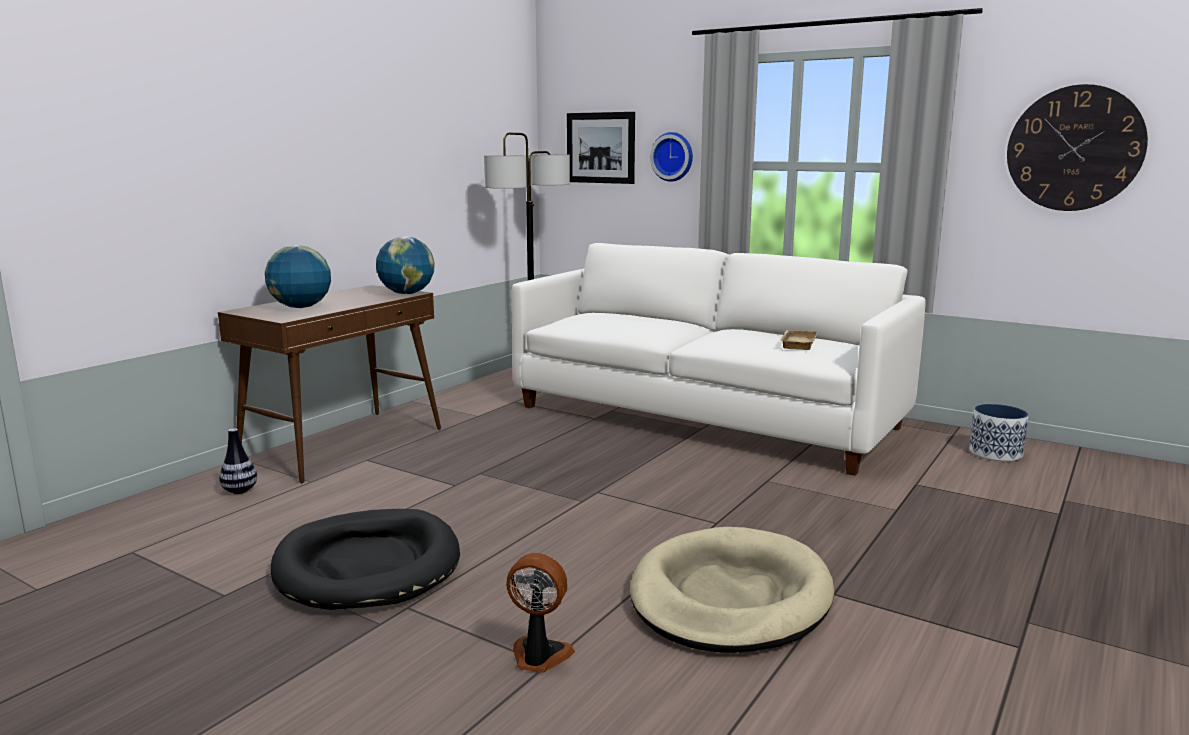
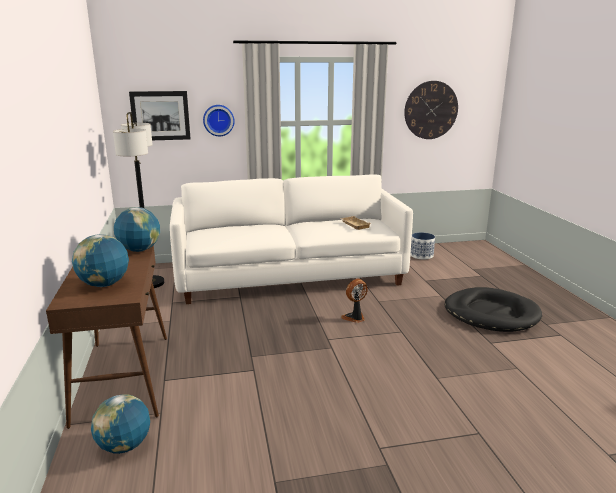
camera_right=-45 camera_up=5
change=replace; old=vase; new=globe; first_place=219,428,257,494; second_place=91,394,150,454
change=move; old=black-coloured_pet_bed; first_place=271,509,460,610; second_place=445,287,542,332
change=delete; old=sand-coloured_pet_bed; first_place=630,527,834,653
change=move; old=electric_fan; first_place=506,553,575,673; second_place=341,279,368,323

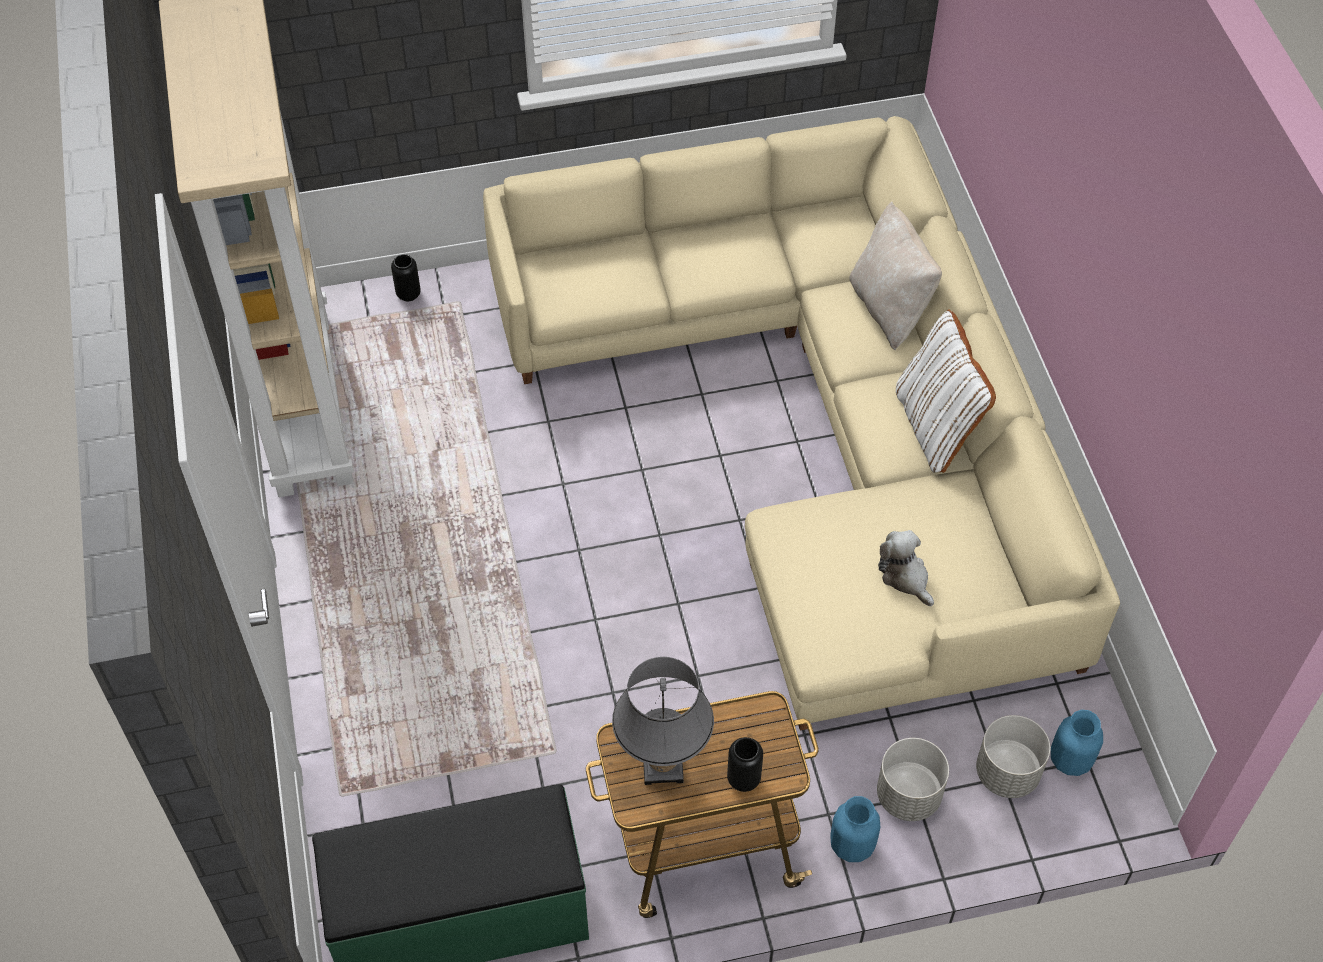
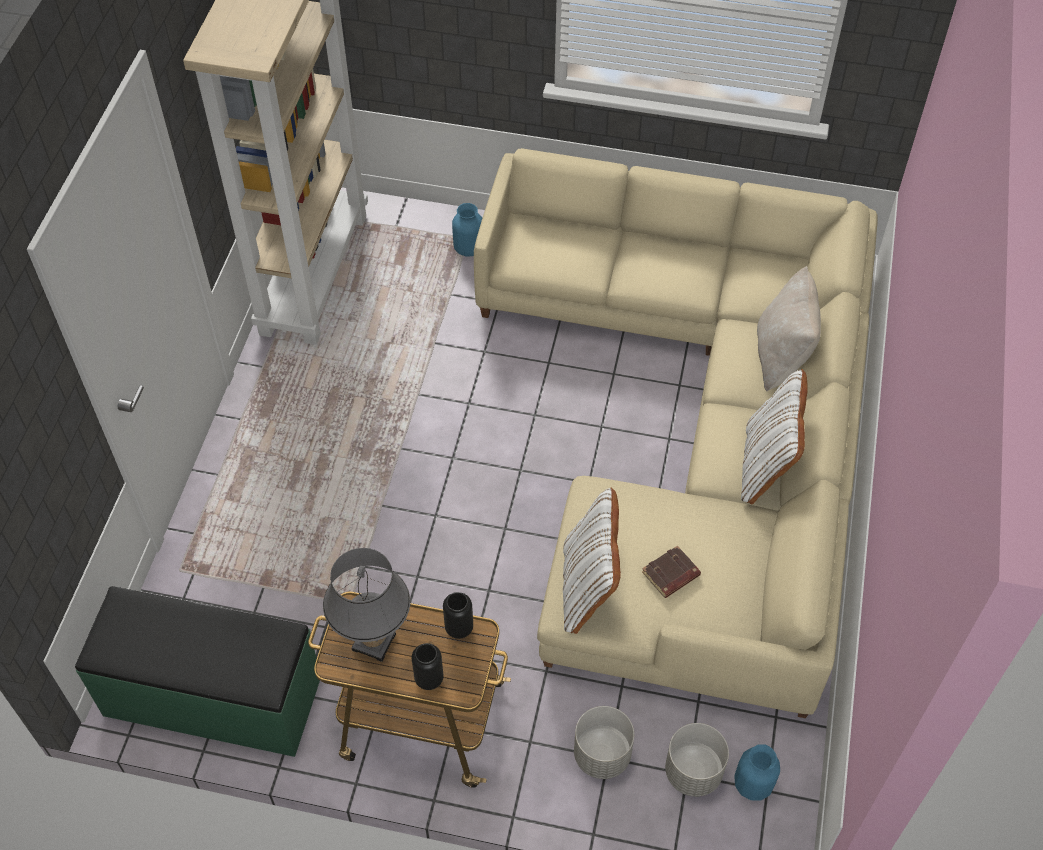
camera_right=25 camera_up=0
change=move; old=black-coloured_vase; first_place=391,254,421,302; second_place=443,592,473,639
change=replace; old=cuddly_toy; new=brown_bound_book; first_place=878,530,934,606; second_place=642,545,701,598
change=move; old=blue-coloured_vase; first_place=830,796,880,862; second_place=452,203,482,257
change=insert; new=whitish_pillow; second_place=563,487,621,634

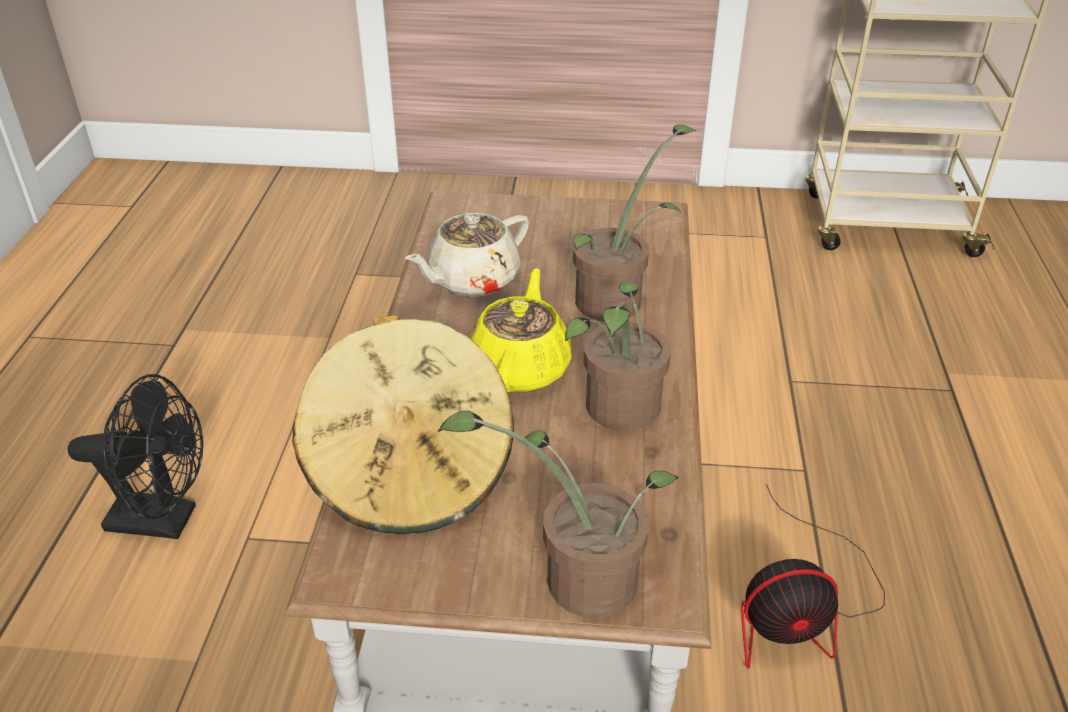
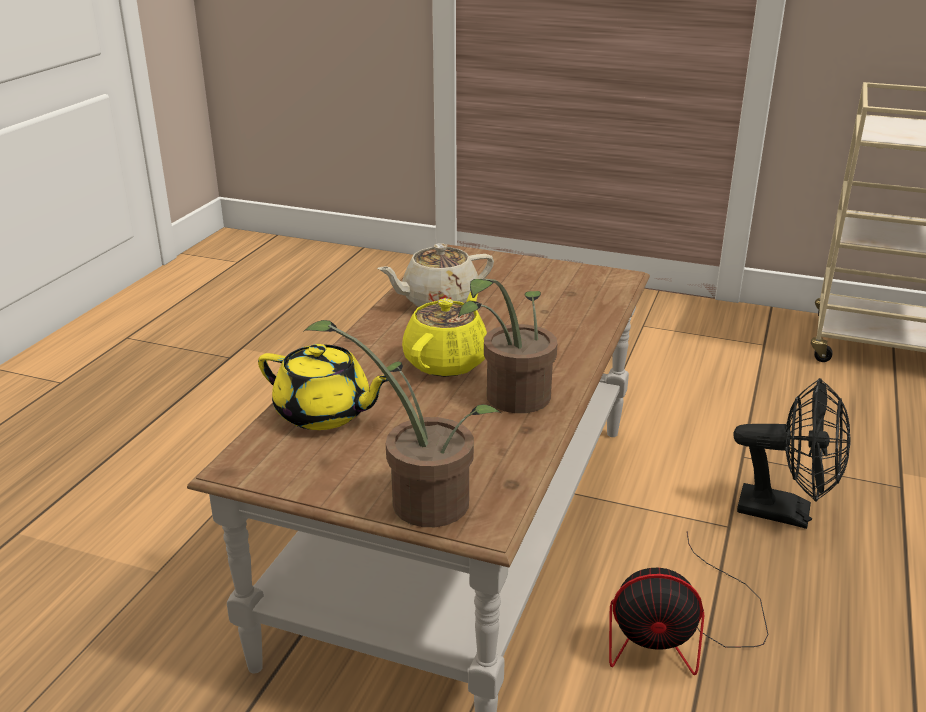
camera_right=15 camera_up=-10
change=delete; old=houseplant; first_place=573,124,696,321
change=replace; old=sand-coloured_hat; new=yellowish_pot_for_tea; first_place=292,315,514,534; second_place=258,344,388,430
change=move; old=black-coloured_electric_fan; first_place=68,374,203,539; second_place=733,378,851,529

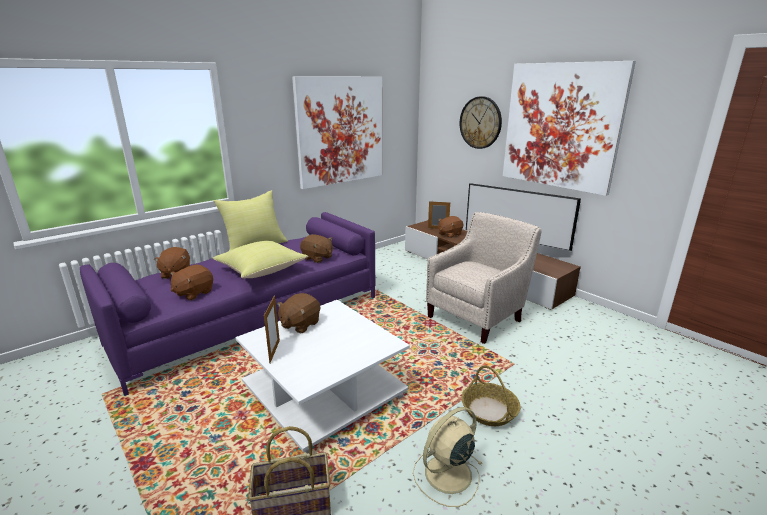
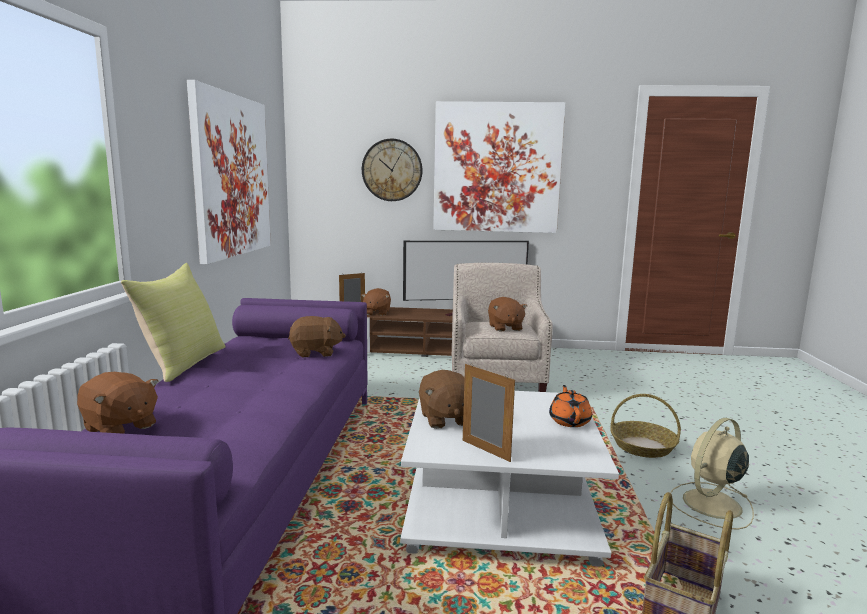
camera_right=-45 camera_up=-10
change=delete; old=yellowish_pillow; first_place=212,241,308,278
change=move; old=brown_cuddly_toy; first_place=170,265,213,301; second_place=488,297,527,331
change=rotate; old=sand-coloured_electric_fan; first_place=413,407,482,507; second_place=670,418,754,530; degrees=45
change=insert; new=orangey_pot_for_tea; second_place=549,385,592,427

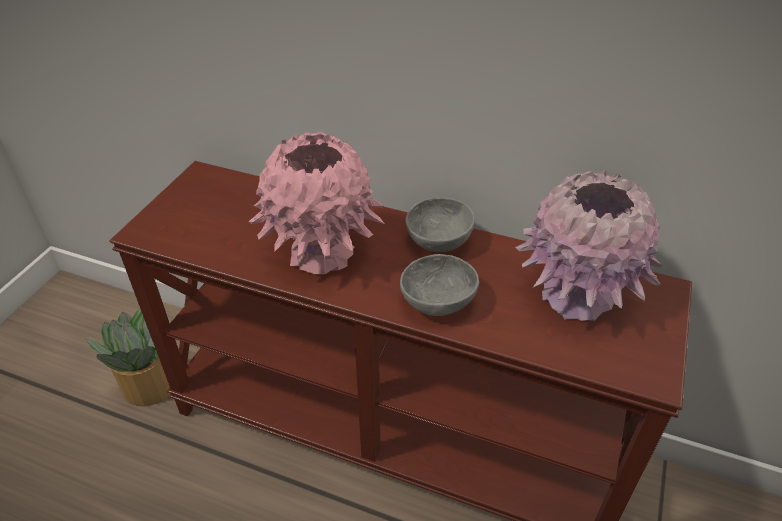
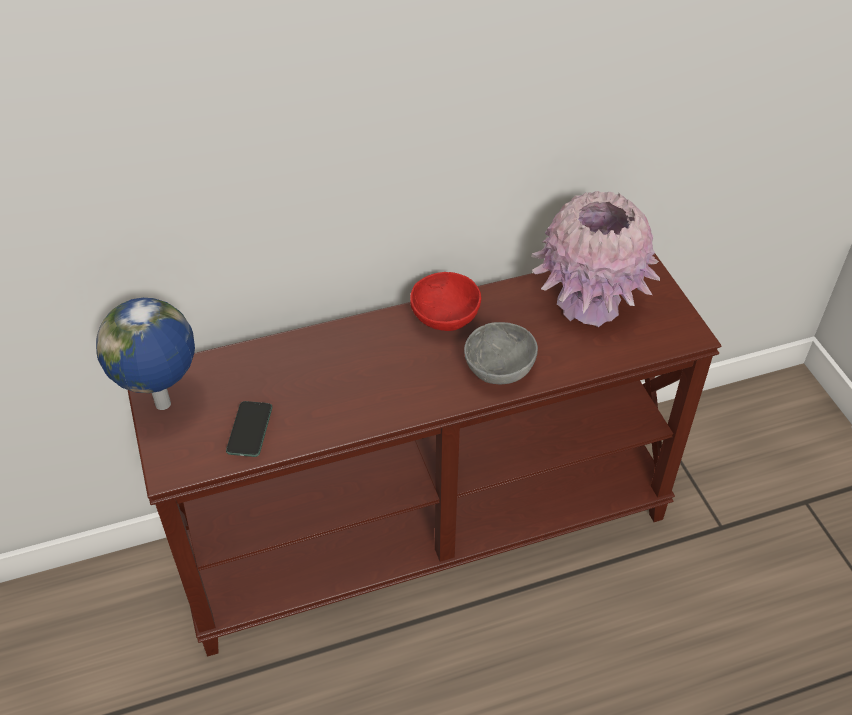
camera_right=-40 camera_up=5
change=delete; old=pink_vase; first_place=249,131,384,275
change=recolor; old=gray_deep_dish; new=reddish_deep_dish; first_place=405,198,475,252; second_place=410,272,481,331
change=delete; old=houseplant; first_place=85,309,171,406
change=insert; new=globe; second_place=96,298,195,410
change=insert; new=phone; second_place=226,401,272,457

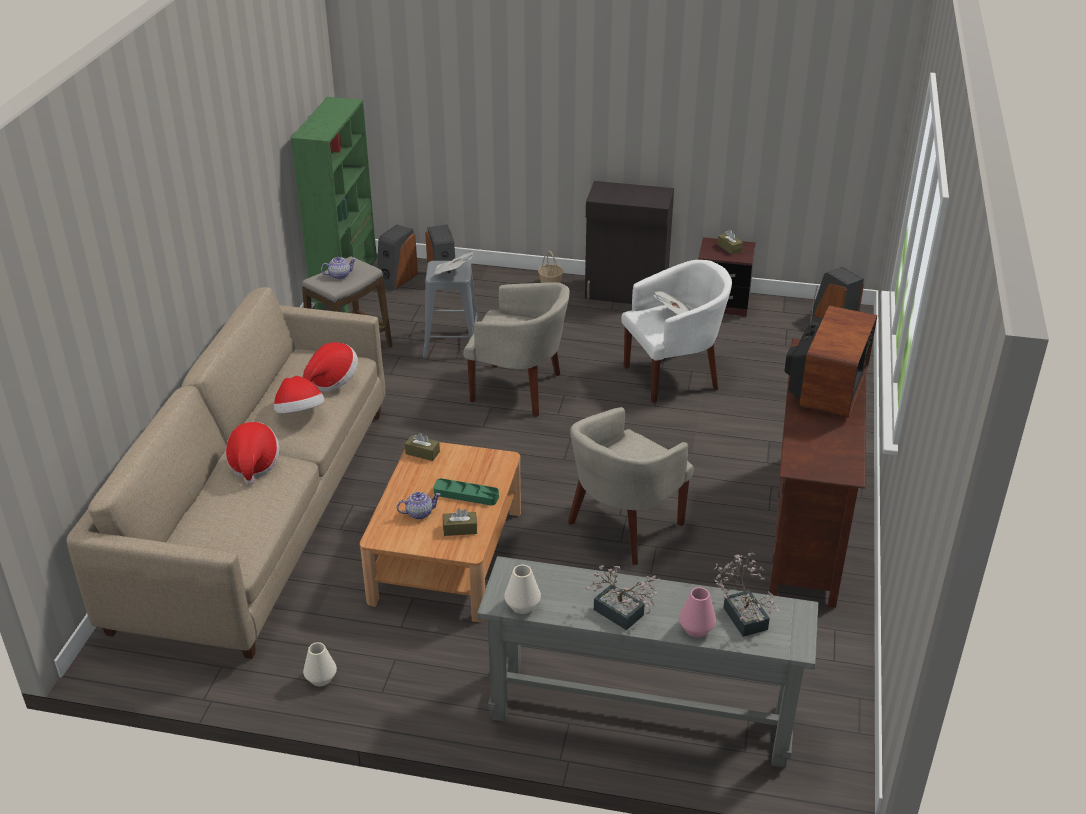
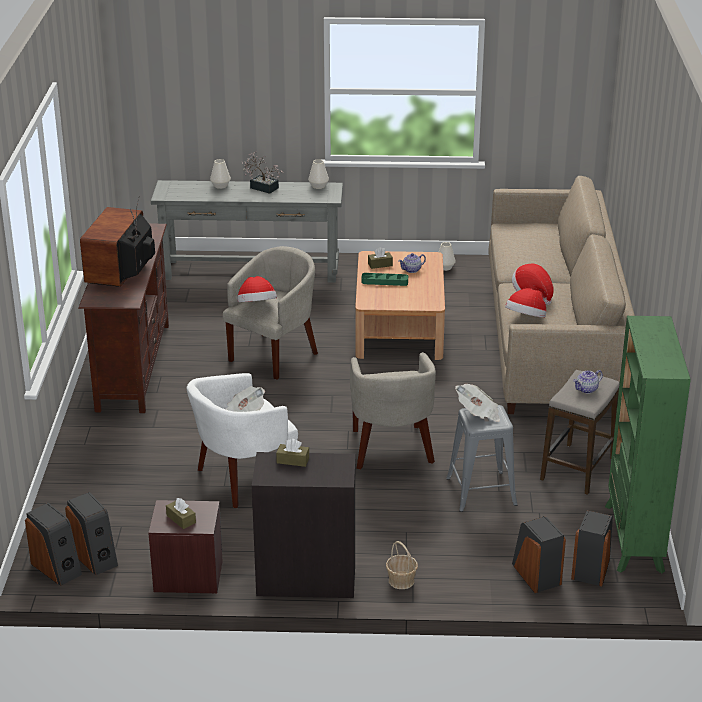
camera_right=170 camera_up=-5
change=rotate; old=sand-coloured_lounge_chair; first_place=463,283,570,417; second_place=350,352,436,470; degrees=-105
change=move; old=hat; first_place=226,422,280,485; second_place=237,276,277,302
change=move; old=brown_tissue_holder; first_place=405,433,440,461; second_place=276,439,309,467
change=delete; old=houseplant; first_place=714,553,780,637
change=recolor; old=pink_vase; new=whitish_vase; first_place=679,587,716,637; second_place=210,159,231,189
change=insert; new=loudspeaker; second_place=65,492,118,575

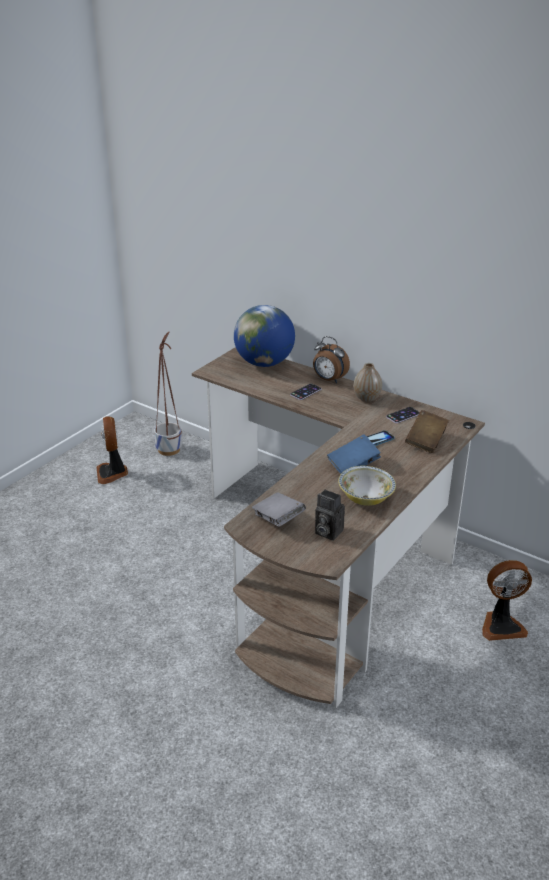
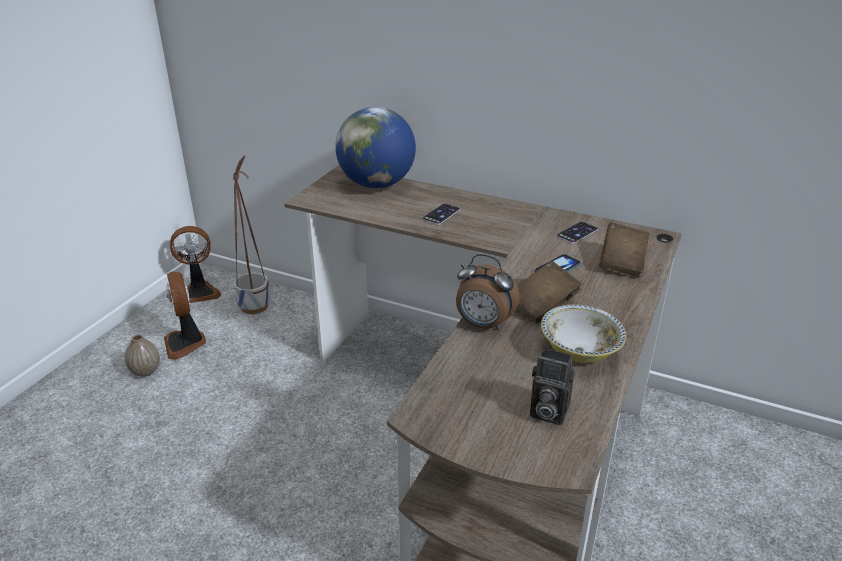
camera_right=-10 camera_up=0
change=move; old=bedside_clock; first_place=313,336,350,383; second_place=456,254,520,331
change=move; old=vase; first_place=353,363,382,402; second_place=125,334,160,377
change=recolor; old=blue-coloured_bound_book; new=brown_bound_book; first_place=327,434,381,474; second_place=517,261,582,324
change=delete; old=gray_bound_book; first_place=252,492,306,527
change=move; old=electric_fan; first_place=482,560,532,641; second_place=170,226,221,303

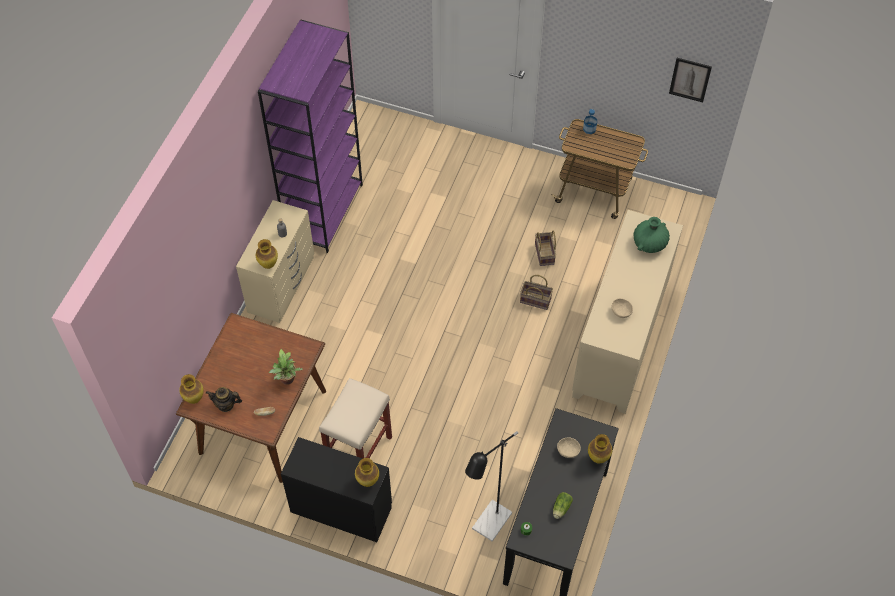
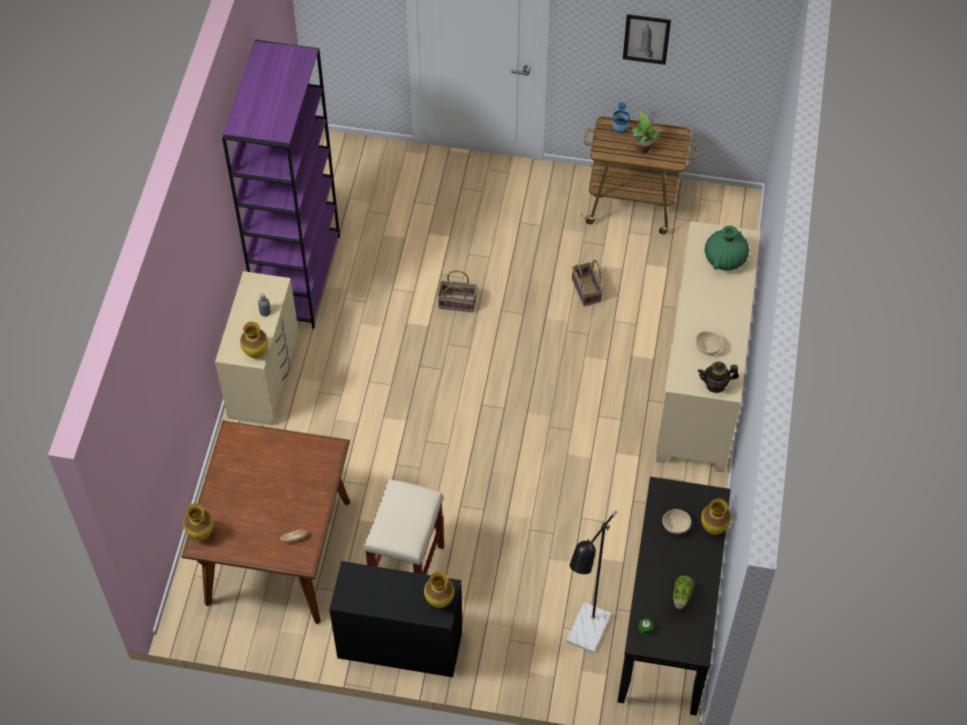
camera_right=-10 camera_up=0
change=move; old=picture; first_place=669,58,712,102; second_place=623,14,671,65
change=move; old=storage_basket; first_place=520,275,553,310; second_place=438,270,477,312
change=move; old=houseplant; first_place=269,349,303,385; second_place=631,111,665,154
change=move; old=pot_for_tea; first_place=206,387,242,412; second_place=698,361,739,393

